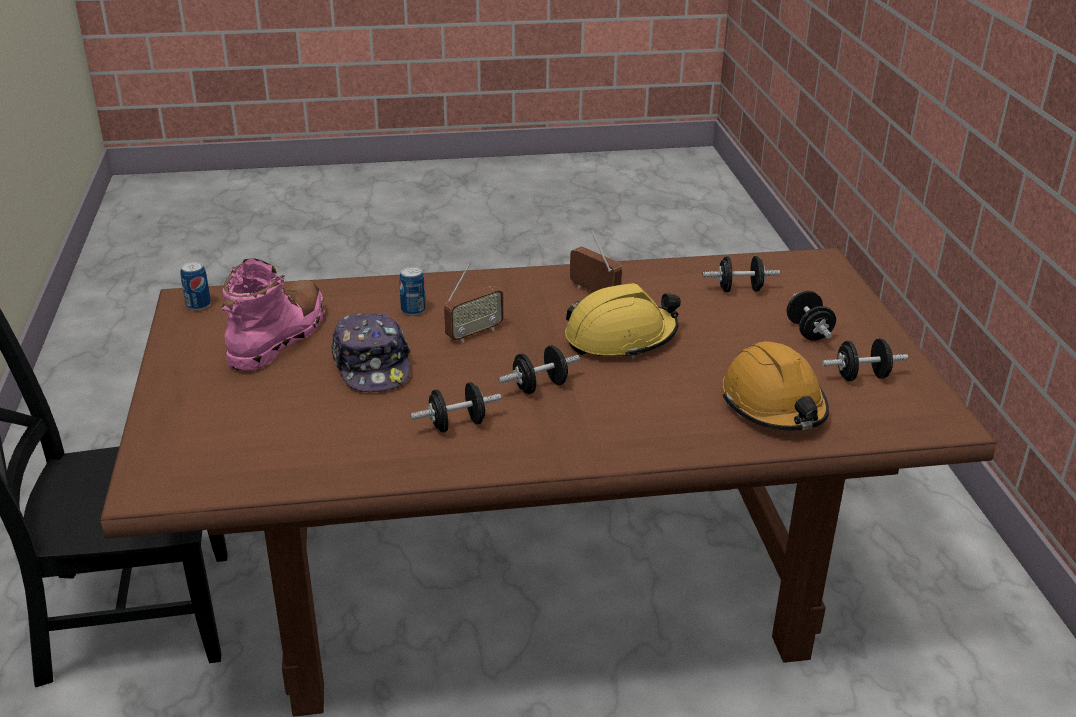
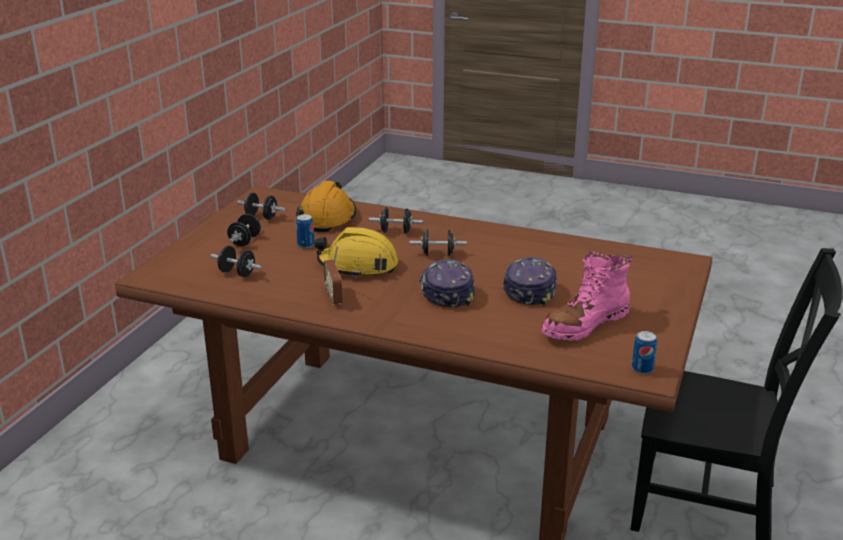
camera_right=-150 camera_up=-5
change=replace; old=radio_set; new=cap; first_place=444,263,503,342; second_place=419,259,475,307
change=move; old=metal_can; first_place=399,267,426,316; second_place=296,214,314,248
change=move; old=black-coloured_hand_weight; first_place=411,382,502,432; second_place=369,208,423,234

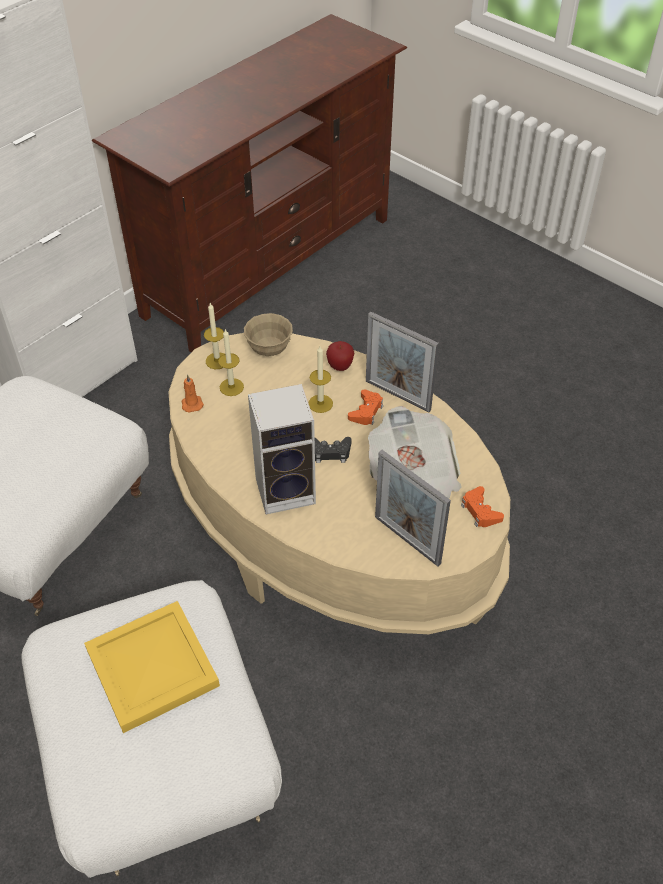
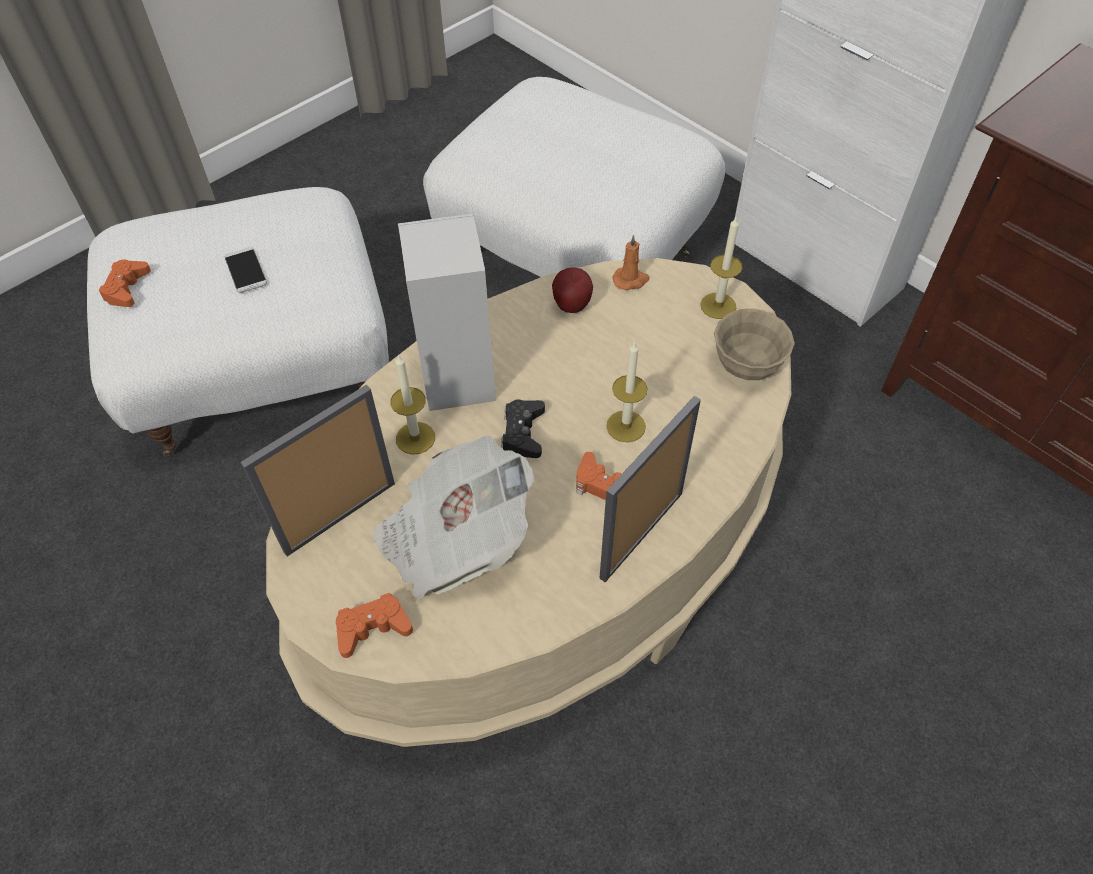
camera_right=95 camera_up=5
change=move; old=wax_candle; first_place=218,329,244,396; second_place=390,354,435,455
change=move; old=apple_fruit; first_place=326,341,354,371; second_place=552,267,593,313
change=replace; old=yellowish_carrying_tray; new=phone; first_place=84,601,220,733; second_place=225,247,267,293
change=insert; new=orangey_gamepad; second_place=99,260,151,307

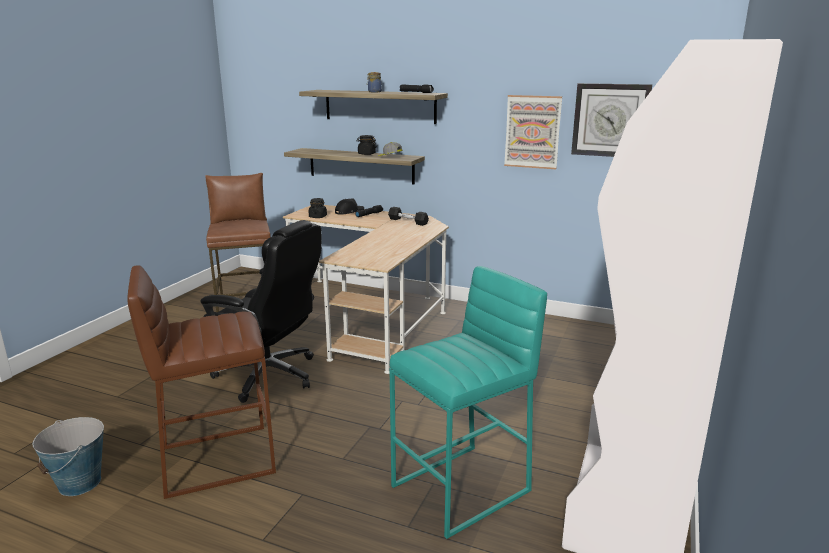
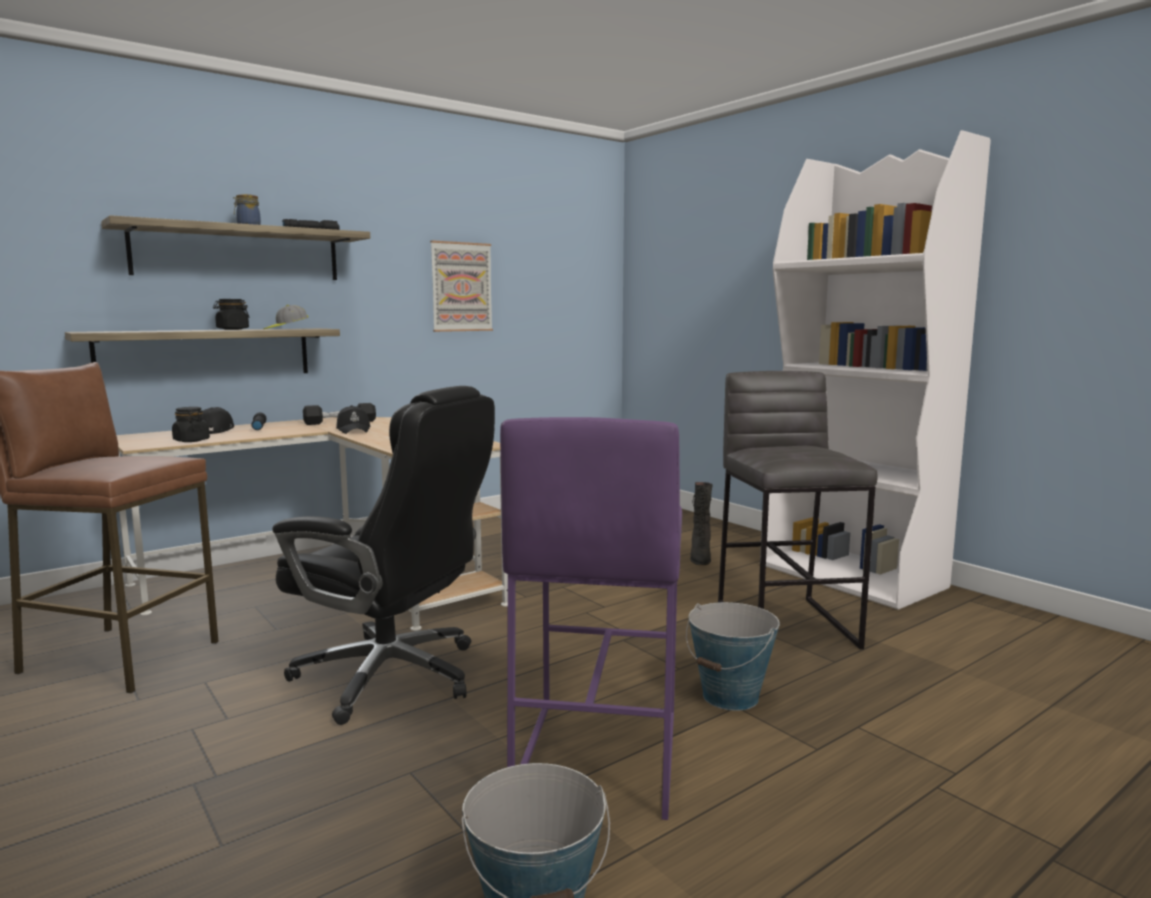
camera_right=-60 camera_up=-10
change=delete; old=hanging_clock; first_place=571,83,652,157
change=rotate; old=black-coloured_office_chair; first_place=200,220,322,403; second_place=272,386,495,725; degrees=60
change=recolor; old=brown_sitting_stool; new=purple-coloured_sitting_stool; first_place=127,265,276,499; second_place=500,417,682,820
change=recolor; old=turquoise_sitting_stool; new=gray_sitting_stool; first_place=390,266,547,539; second_place=718,371,878,649
change=insert; new=black-coloured_cap; second_place=336,405,371,434
change=insert; new=black-coloured_tall_boot; second_place=690,482,713,565
change=insert; new=water_bucket; second_place=686,602,780,711

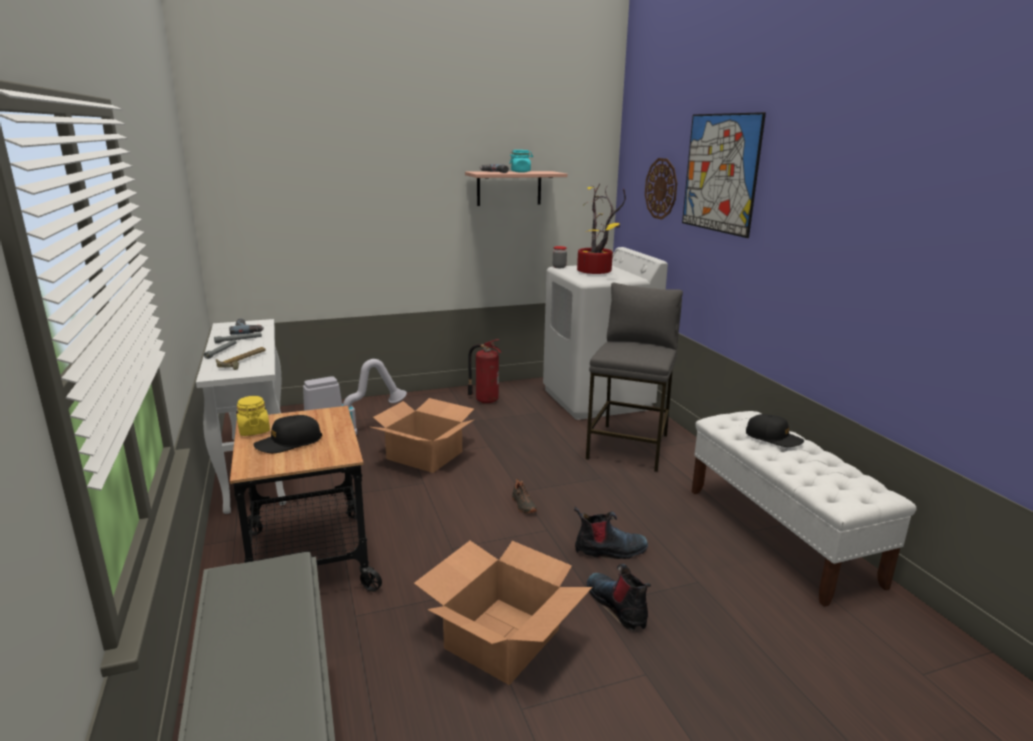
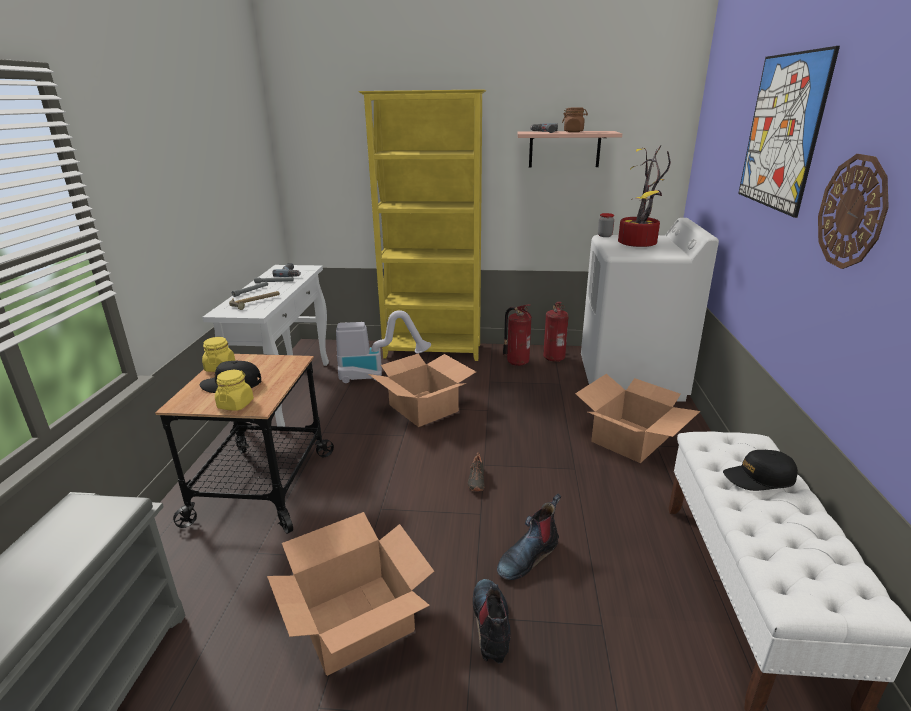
camera_right=25 camera_up=5
change=recolor; old=turquoise_storage_jar; new=brown_storage_jar; first_place=510,150,533,172; second_place=562,108,588,132
change=move; old=hanging_clock; first_place=645,158,677,220; second_place=818,154,889,269
change=replace; old=gray_sitting_stool; new=packing_box; first_place=586,282,683,472; second_place=575,374,700,463
change=rotate; old=black-coloured_cap; first_place=746,414,804,447; second_place=723,450,798,491; degrees=120
change=rotate; old=tall_boot; first_place=574,506,648,559; second_place=497,494,561,580; degrees=120
change=insert; new=yellowish_bookcase; second_place=359,89,486,361
change=insert; new=extinguisher; second_place=543,302,569,362
change=insert; new=yellowish_storage_jar; second_place=215,370,254,411

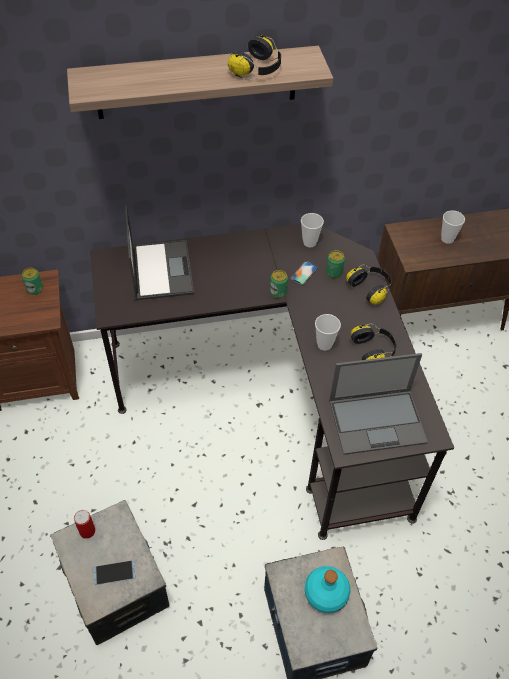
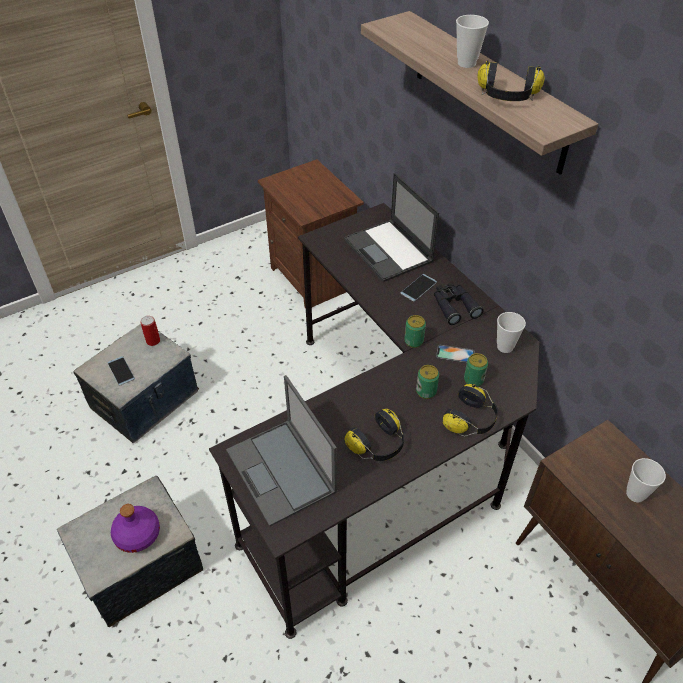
camera_right=70 camera_up=-5
change=rotate; old=portable_computer; first_place=125,204,194,300; second_place=344,173,439,282; degrees=90
change=move; old=metal_can; first_place=22,268,43,295; second_place=416,365,439,399
change=move; old=small_cup; first_place=315,314,341,351; second_place=456,15,489,68
change=recolor; old=turquoise_beverage_bottle; new=purple-coloured_beverage_bottle; first_place=305,566,350,613; second_place=111,504,160,553
change=insert; new=phone; second_place=400,274,437,301
change=insert; new=black-coloured_field_glasses; second_place=434,282,483,325

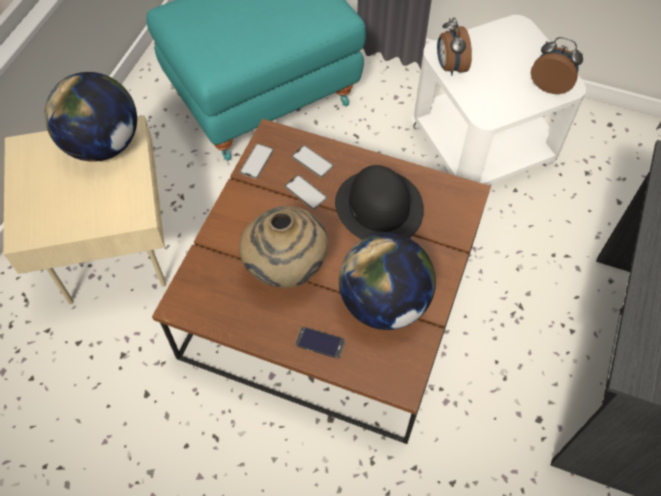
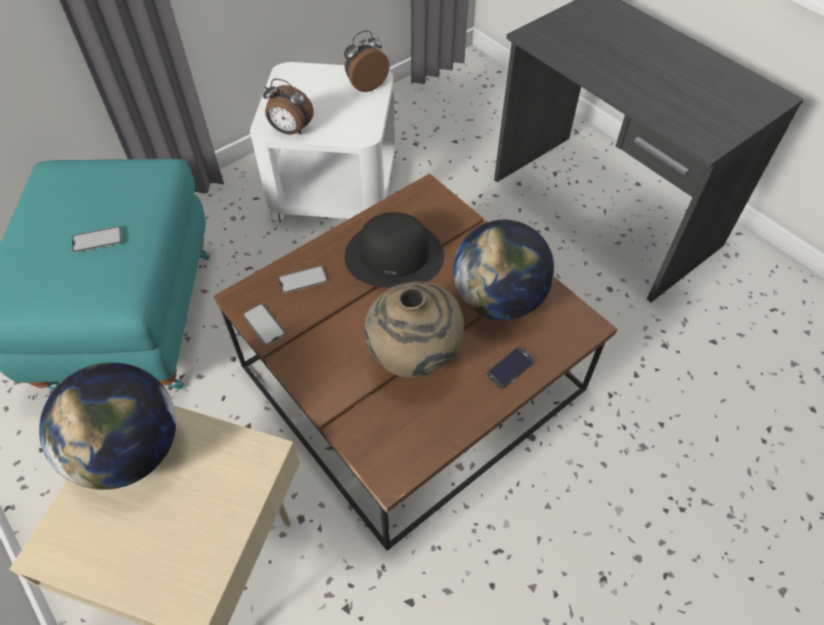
camera_right=-60 camera_up=-5
change=move; old=phone; first_place=285,175,327,210; second_place=72,226,122,253

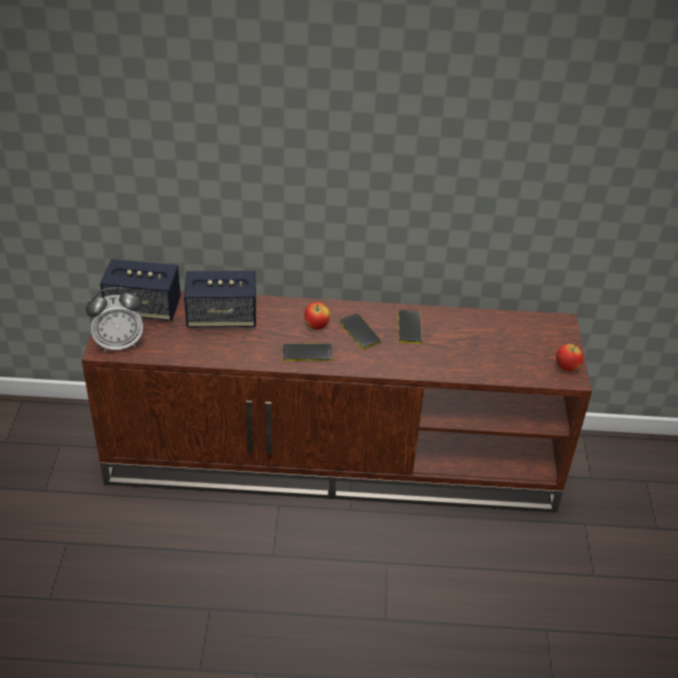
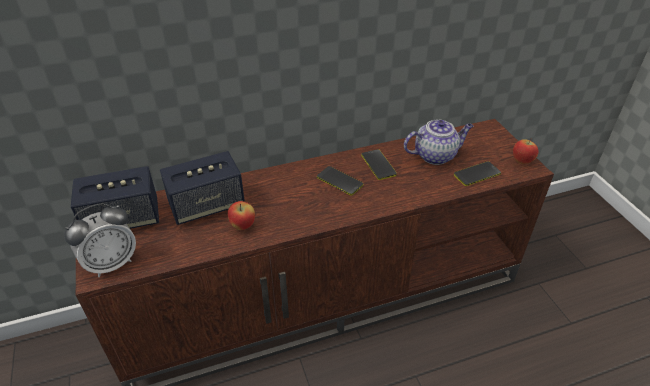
camera_right=-20 camera_up=0
change=move; old=apple_fruit; first_place=304,302,330,330; second_place=228,201,255,230
change=move; old=phone; first_place=283,343,332,361; second_place=454,161,501,186
change=insert; new=pot_for_tea; second_place=404,119,473,165

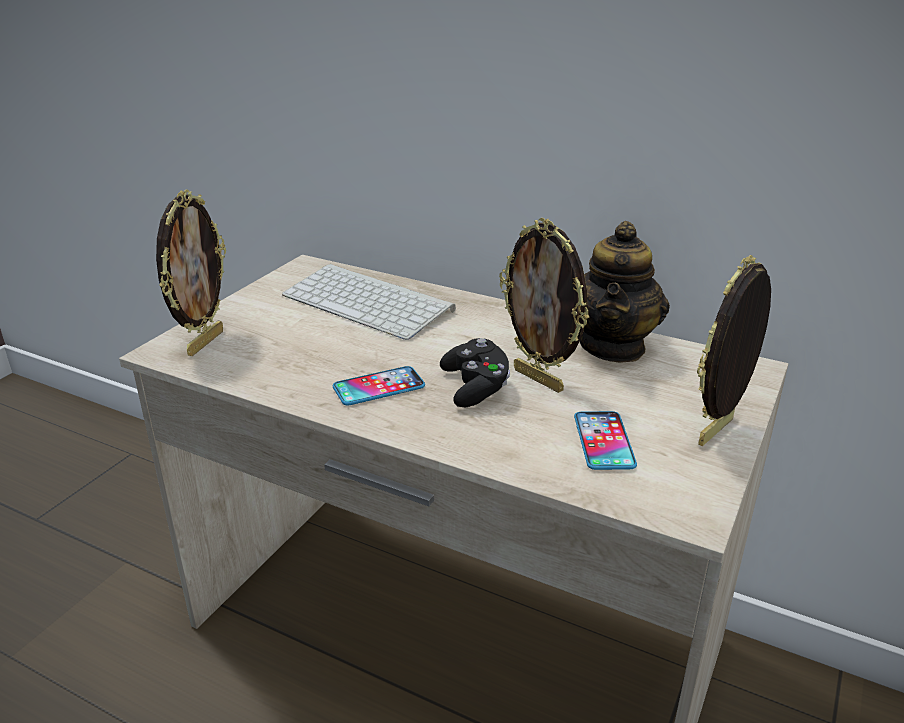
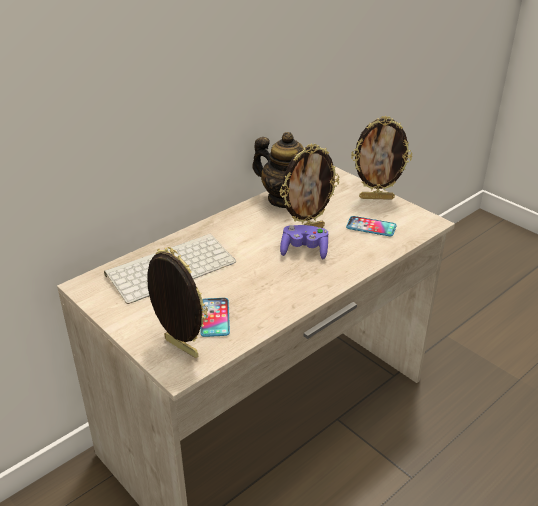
camera_right=-70 camera_up=5
change=rotate; old=standing_frame; first_place=697,255,771,446; second_place=351,116,412,200; degrees=-60
change=recolor; old=black-coloured_gamepad; new=purple-coloured_gamepad; first_place=440,338,510,407; second_place=280,225,328,259
change=move; old=phone; first_place=333,366,425,406; second_place=200,298,230,337

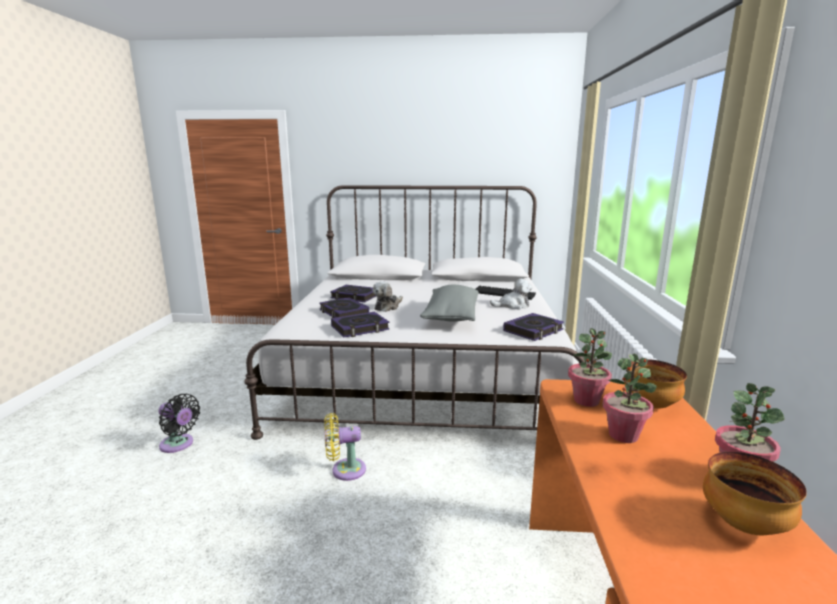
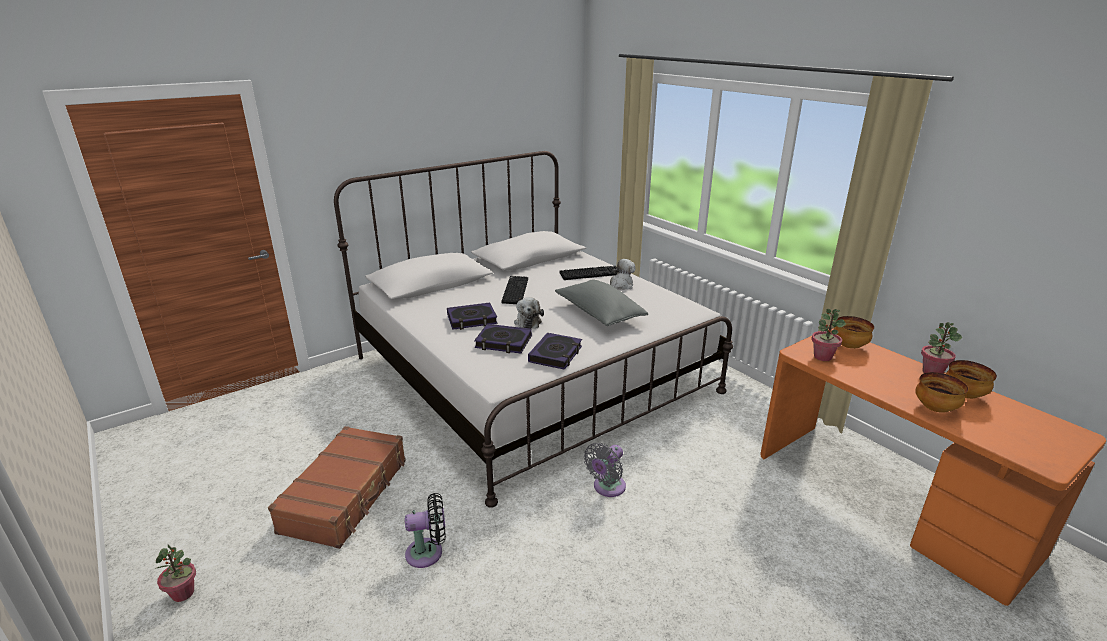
camera_right=-40 camera_up=10
change=delete; old=bound_book; first_place=503,313,564,341
change=move; old=houseplant; first_place=602,353,657,443; second_place=156,545,196,602
change=recolor; old=yellowish_electric_fan; new=gray_electric_fan; first_place=324,413,366,481; second_place=584,443,626,497
change=insert; new=computer_keyboard; second_place=501,276,528,304
change=insert; new=deep_dish; second_place=915,372,968,413
change=insert; new=brown_suitcase; second_place=268,426,406,549

